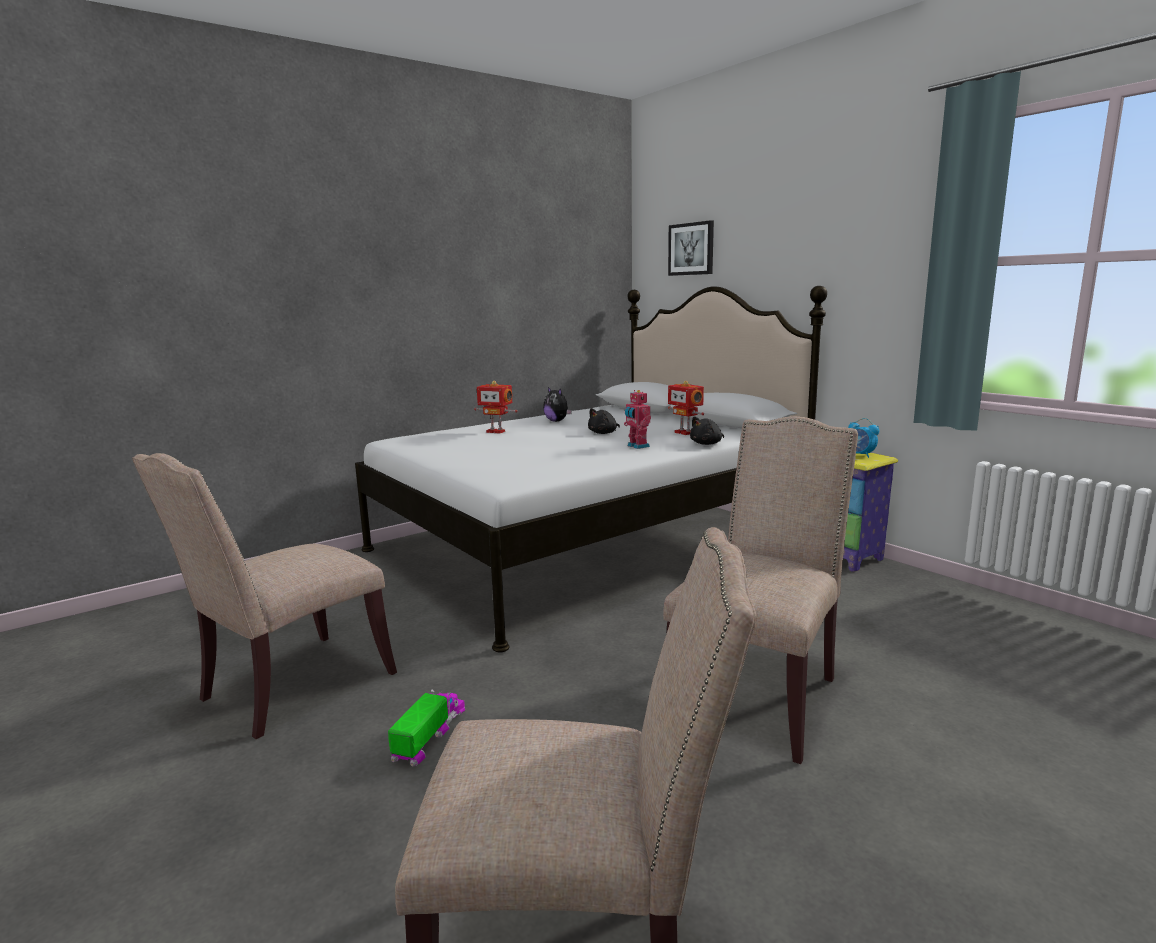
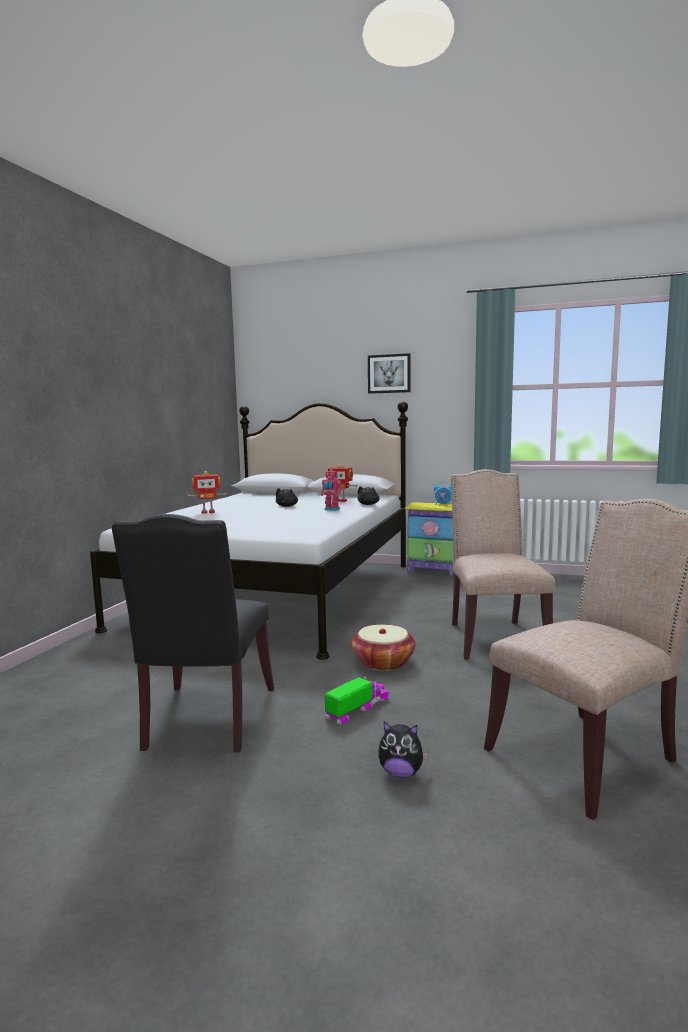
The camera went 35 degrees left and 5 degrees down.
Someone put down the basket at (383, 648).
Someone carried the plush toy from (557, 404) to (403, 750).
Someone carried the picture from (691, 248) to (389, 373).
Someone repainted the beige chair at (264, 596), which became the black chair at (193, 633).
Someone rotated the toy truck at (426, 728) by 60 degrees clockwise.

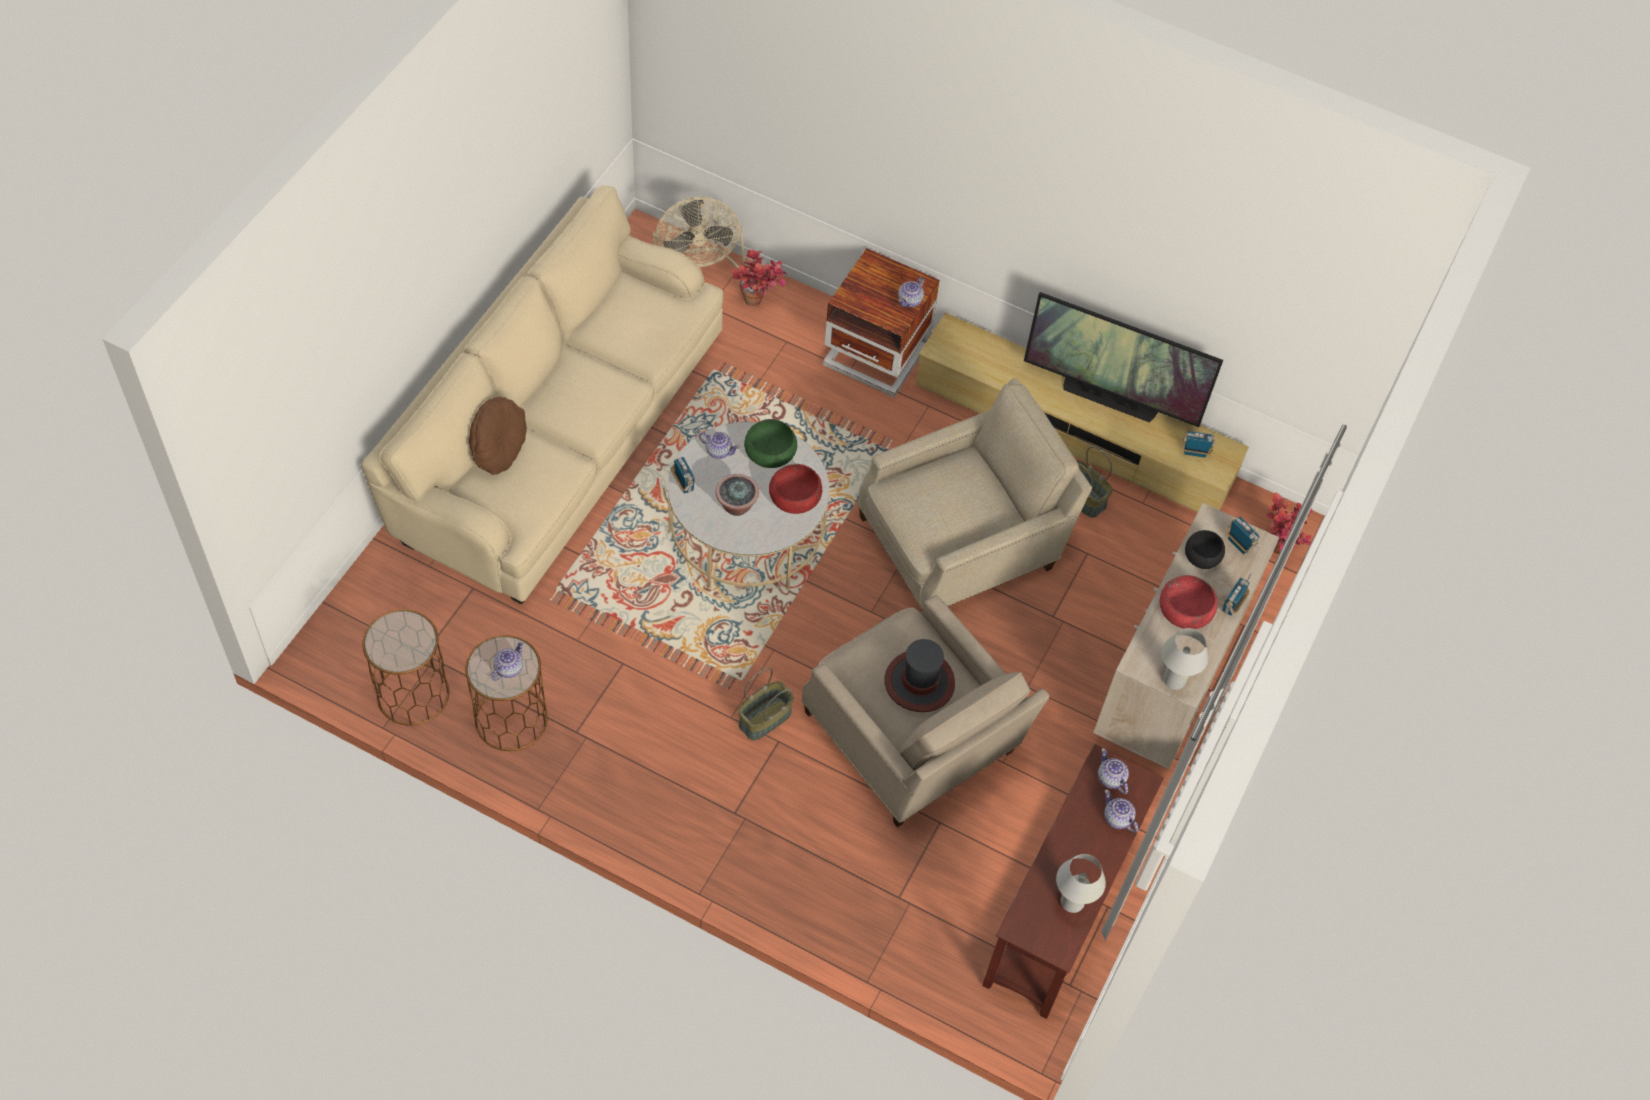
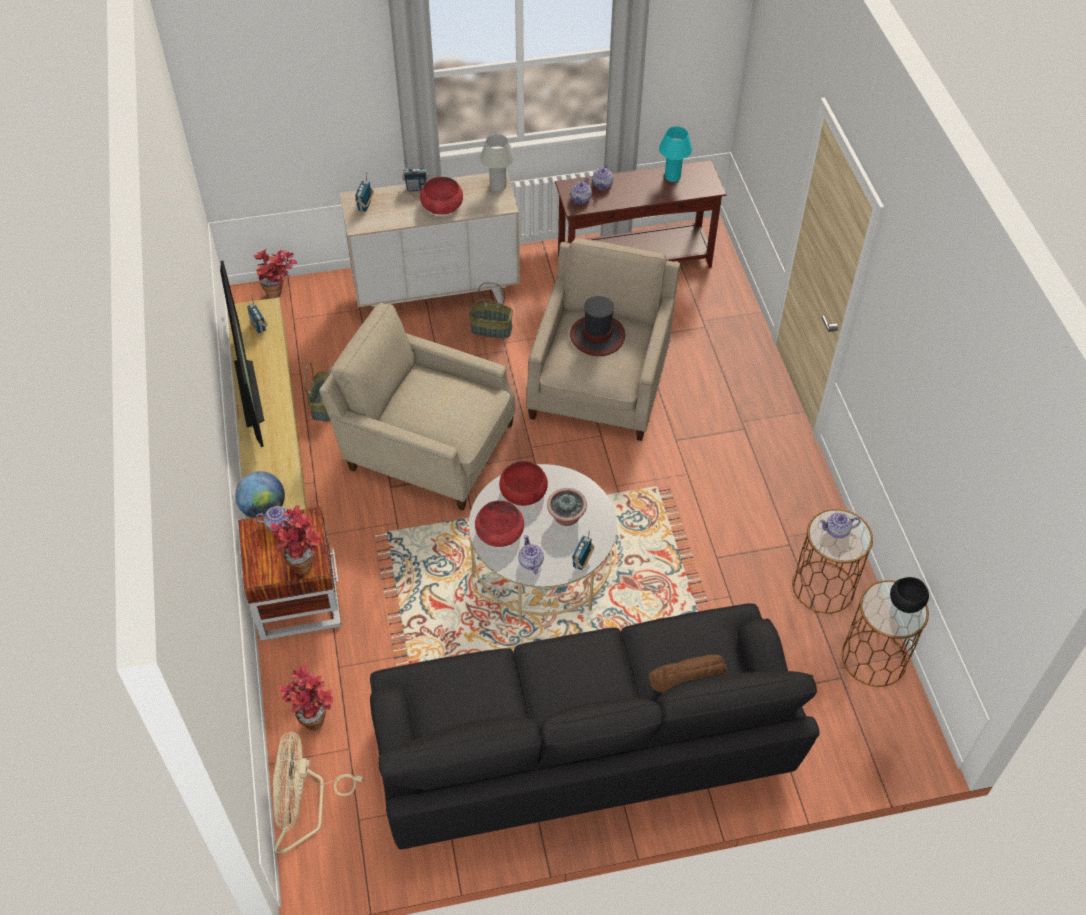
The camera went 125 degrees left and 5 degrees down.
Someone put down the globe at (260, 494).
Someone put down the potted plant at (296, 540).
Someone carried the basket from (766, 704) to (491, 310).
Someone carried the black bowl from (1205, 549) to (909, 595).
Someone repainted the beige sofa at (542, 394), which became the black sofa at (595, 726).
Someone repainted the green bowl at (770, 443), which became the red bowl at (499, 523).
Someone repainted the white table lamp at (1081, 883), which became the turquoise table lamp at (675, 154).
Someone rotated the beige fan at (699, 233) by 135 degrees counterclockwise.

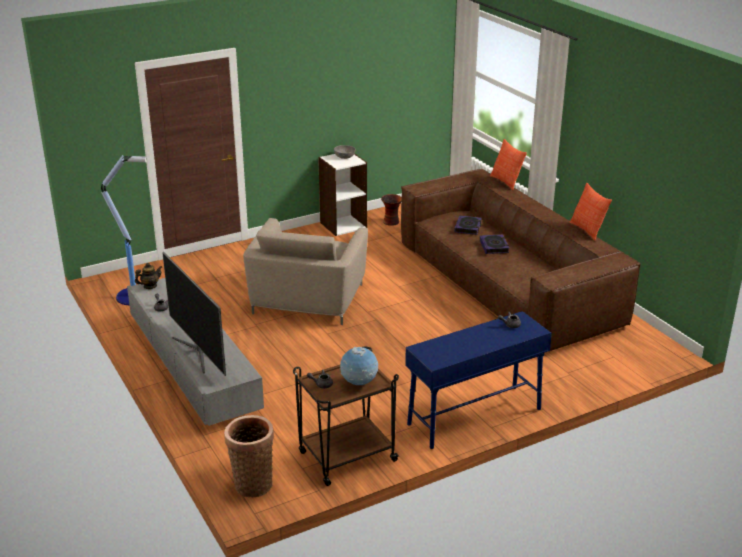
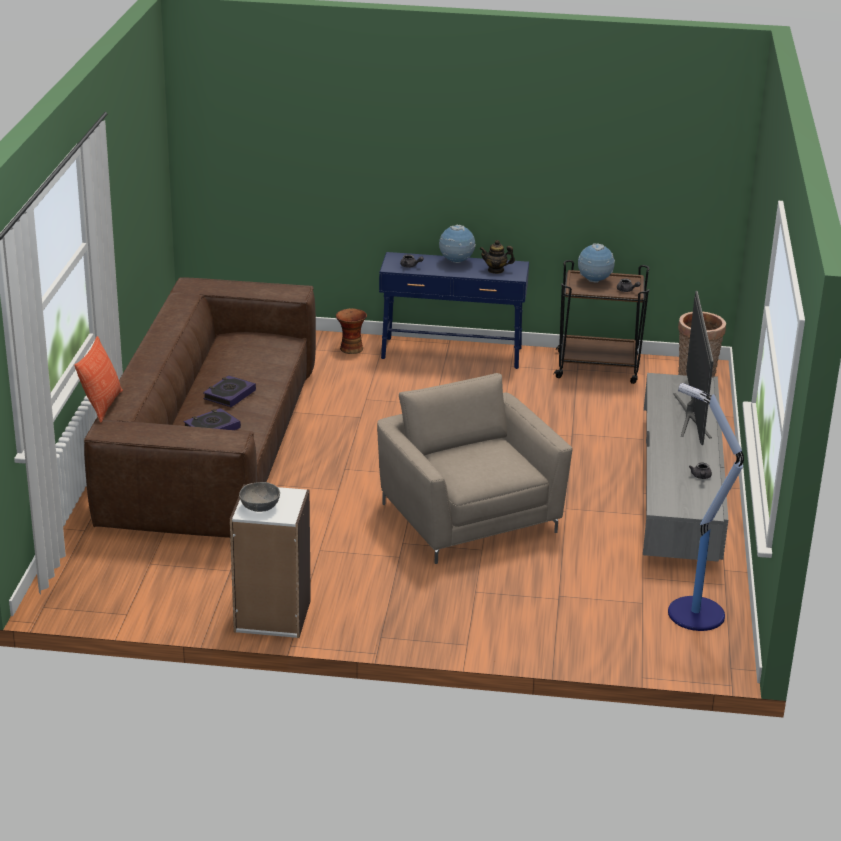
The camera went 145 degrees left and 0 degrees up.
Someone took away the orange pillow at (591, 212).
Someone put down the globe at (457, 244).
Someone carried the teapot from (148, 276) to (497, 257).
Someone carried the vase from (391, 210) to (351, 331).
Someone rotated the beige armchair at (305, 271) by 75 degrees counterclockwise.

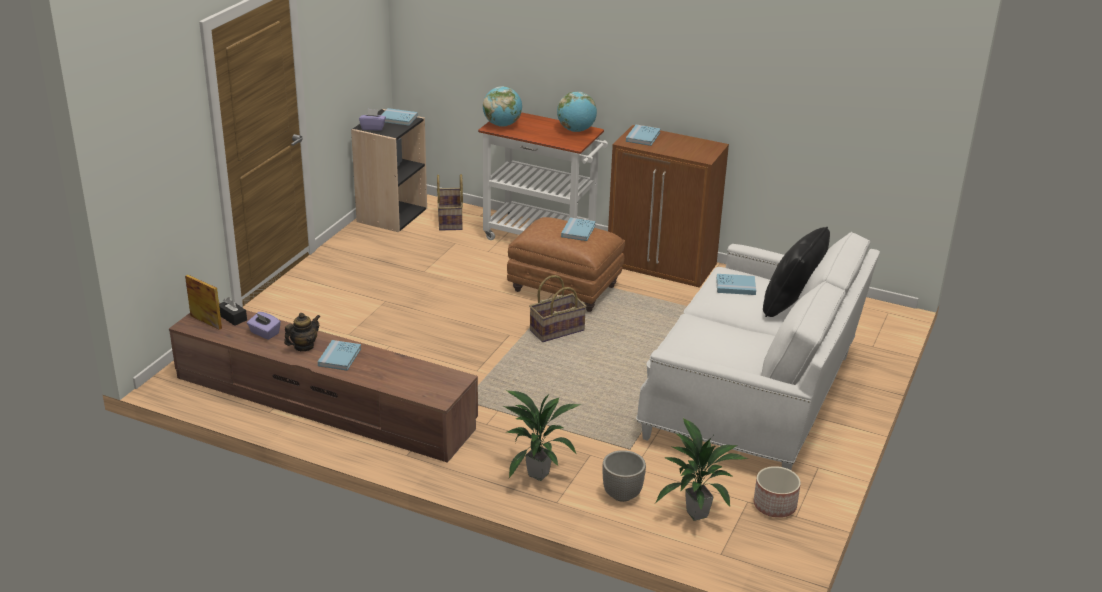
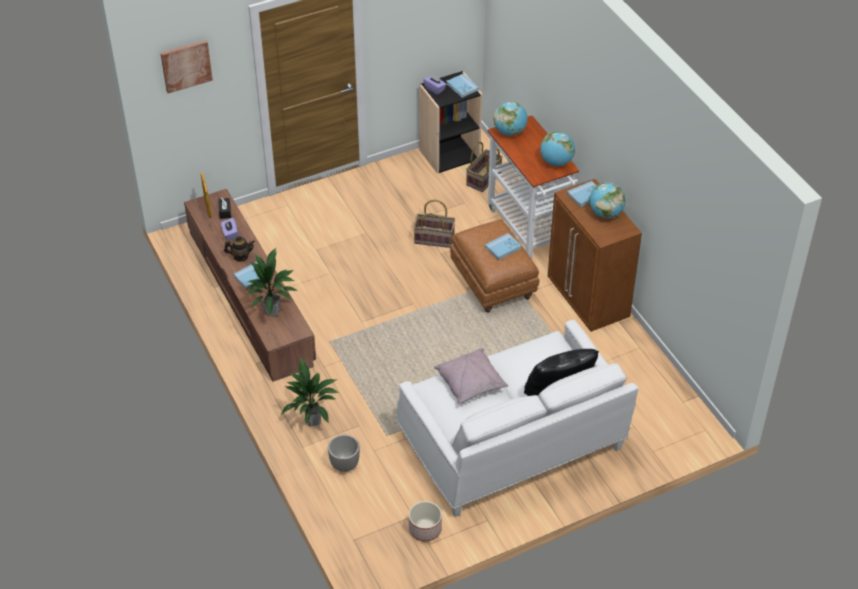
The camera went 40 degrees right and 15 degrees up.
Someone took away the blue book at (736, 284).
Someone put up the picture at (187, 66).
Someone put down the purple pillow at (471, 376).
Someone put down the globe at (607, 200).
Someone carried the basket from (558, 308) to (434, 223).
Someone carried the potted plant from (701, 469) to (271, 282).

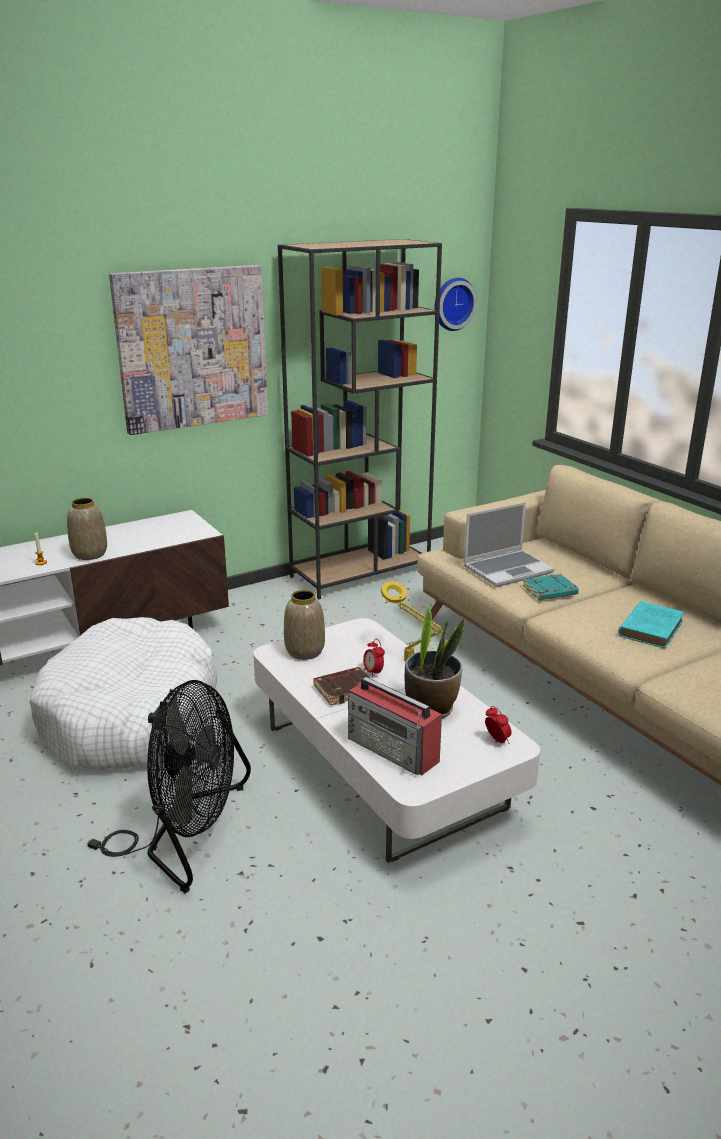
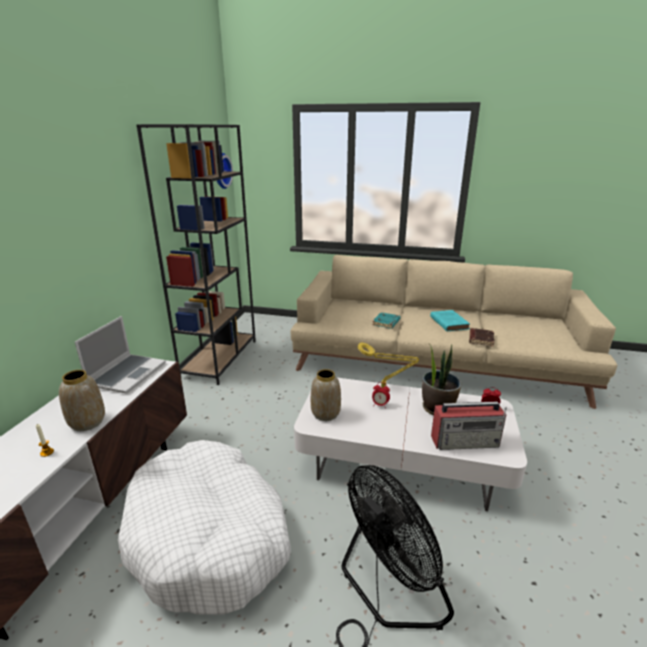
The camera went 45 degrees left and 0 degrees up.
Someone took away the picture at (188, 350).
Someone carried the brown book from (341, 686) to (482, 337).
Someone carried the laptop from (509, 544) to (120, 355).

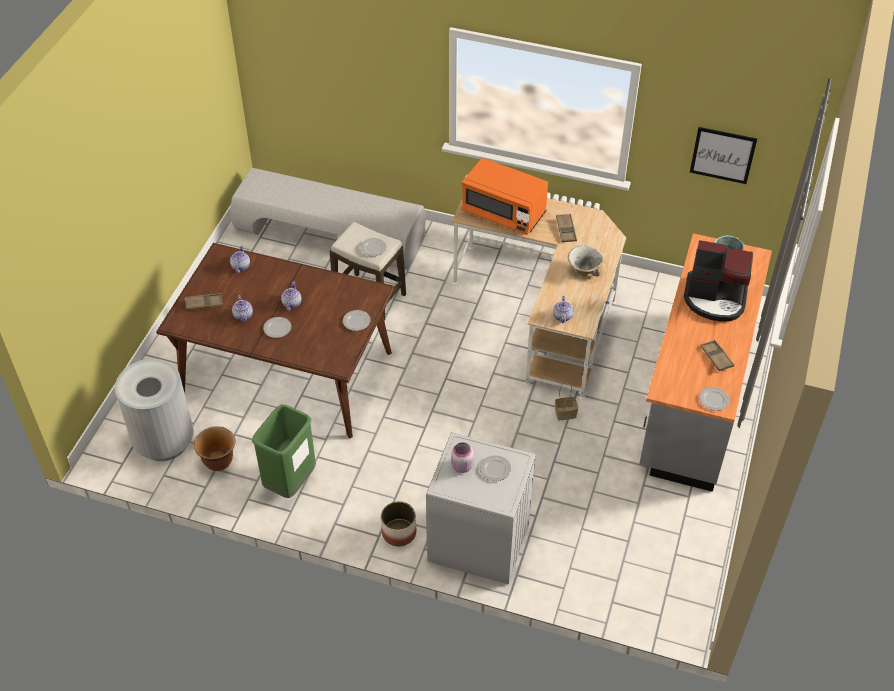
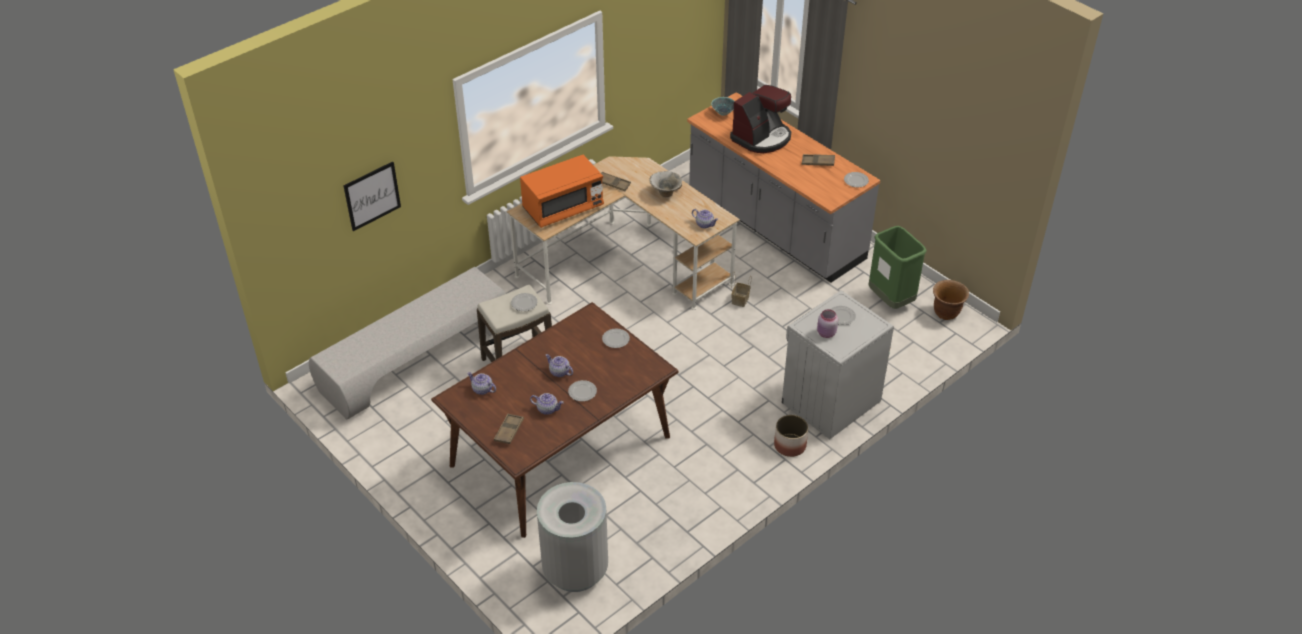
The camera went 60 degrees left and 5 degrees down.
Someone carried the brown planter from (215, 448) to (951, 300).
Someone carried the green trash can from (284, 451) to (897, 267).
Someone carried the picture from (723, 155) to (372, 196).

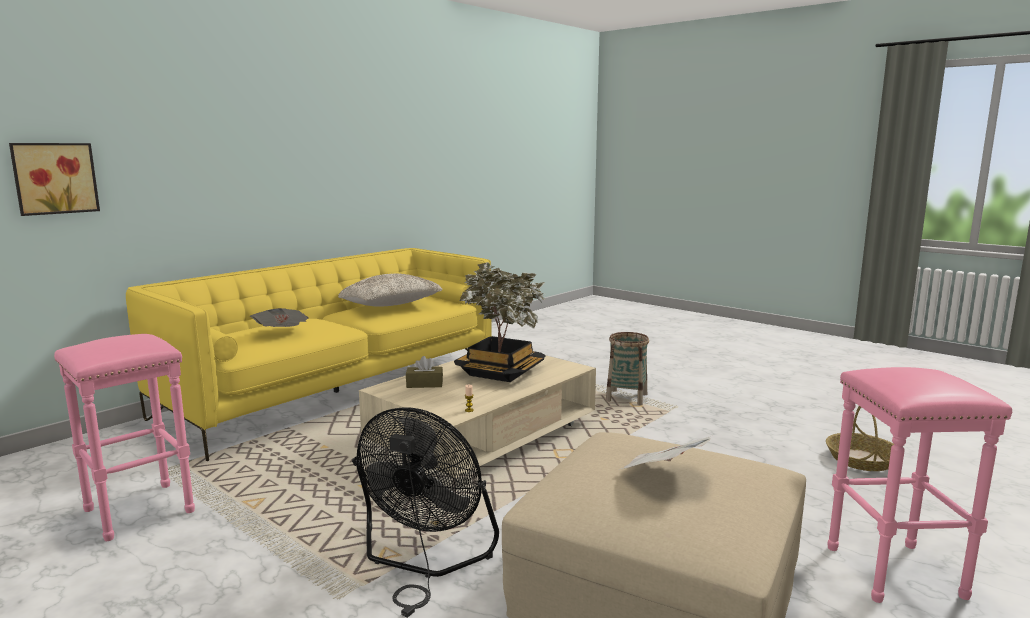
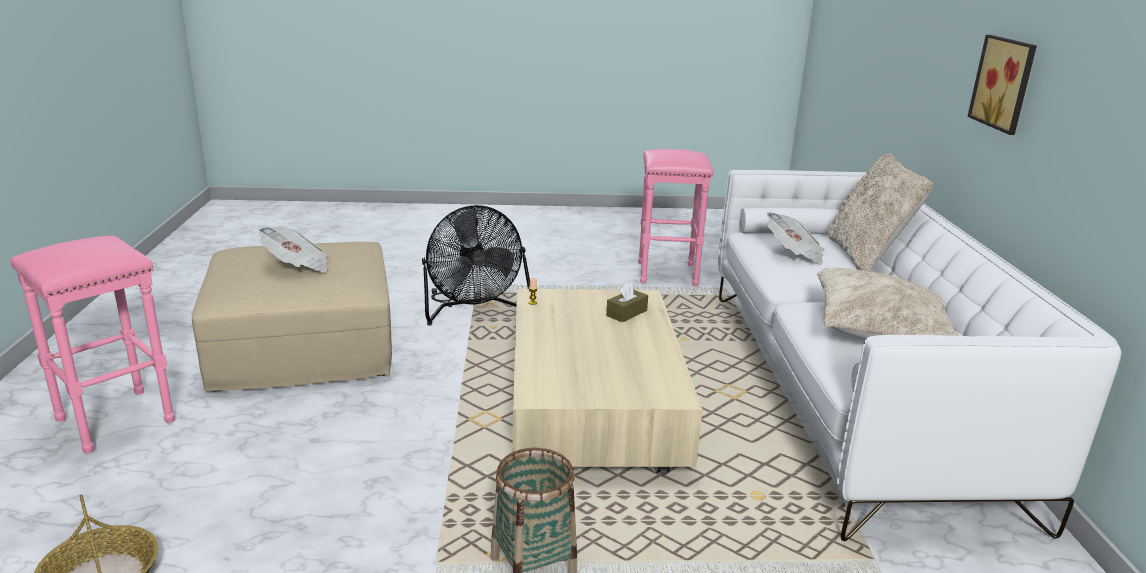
The camera went 135 degrees right and 10 degrees up.
Someone took away the potted plant at (500, 322).
Someone put down the beige pillow at (880, 212).
Someone carried the picture from (54, 179) to (1002, 85).
Someone repainted the yellow sofa at (309, 354), which became the white sofa at (919, 355).

